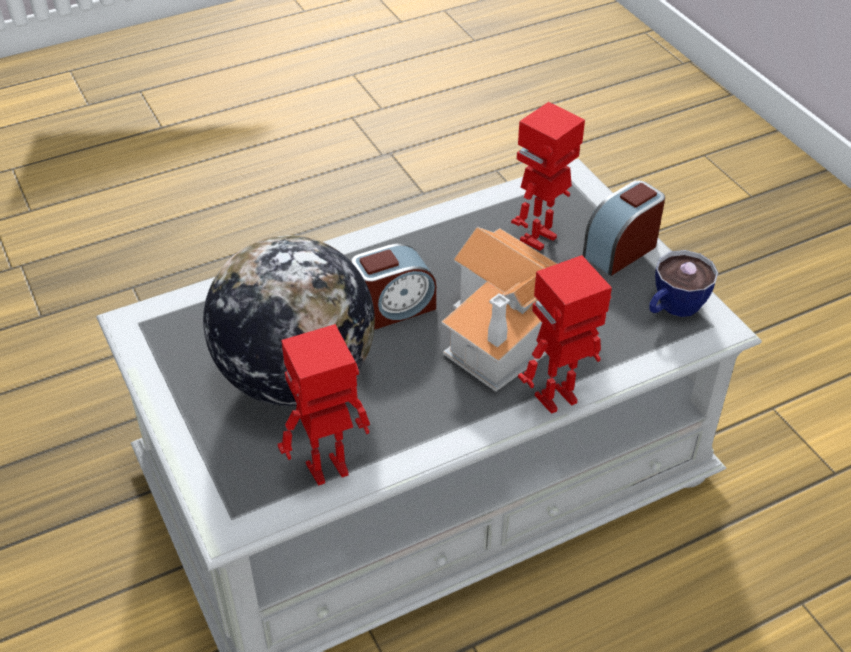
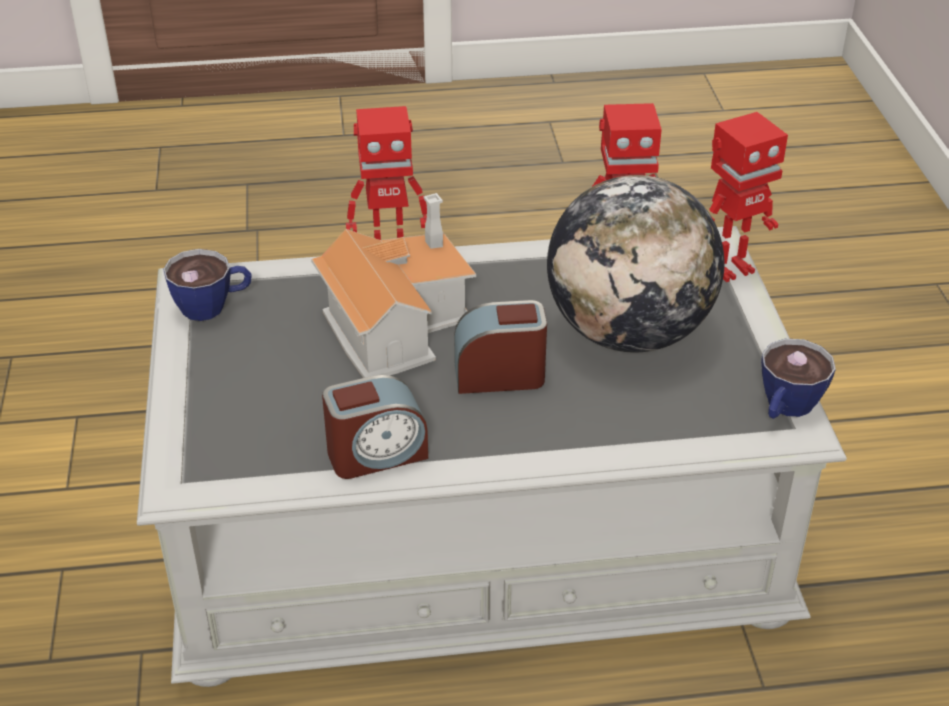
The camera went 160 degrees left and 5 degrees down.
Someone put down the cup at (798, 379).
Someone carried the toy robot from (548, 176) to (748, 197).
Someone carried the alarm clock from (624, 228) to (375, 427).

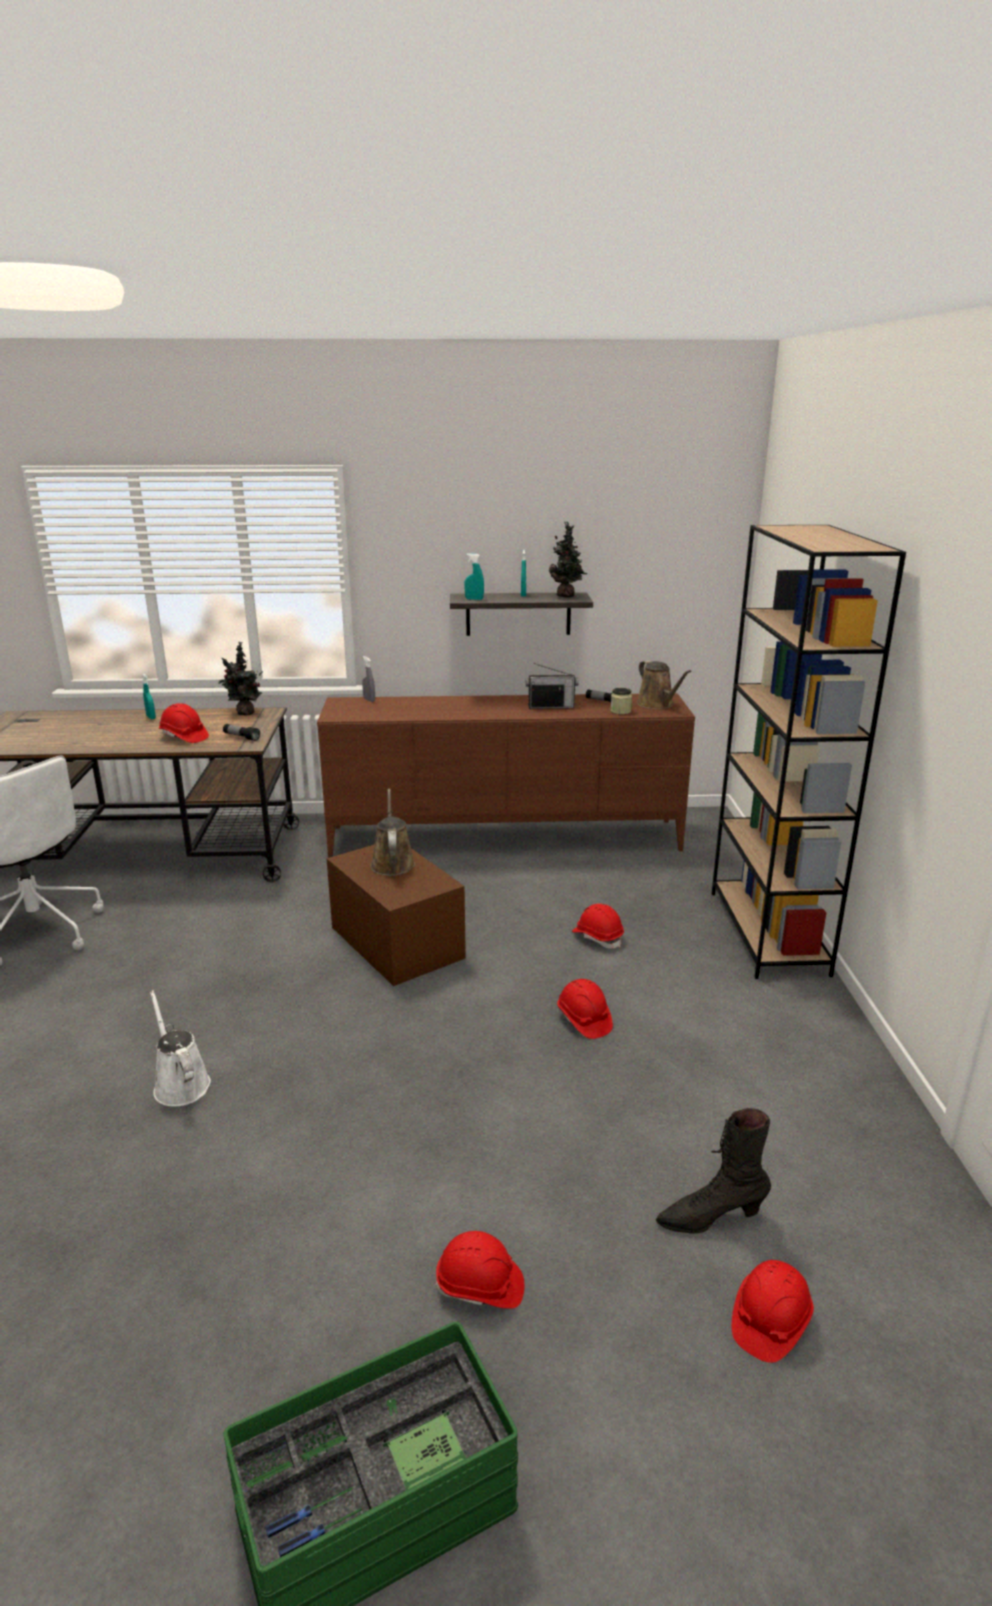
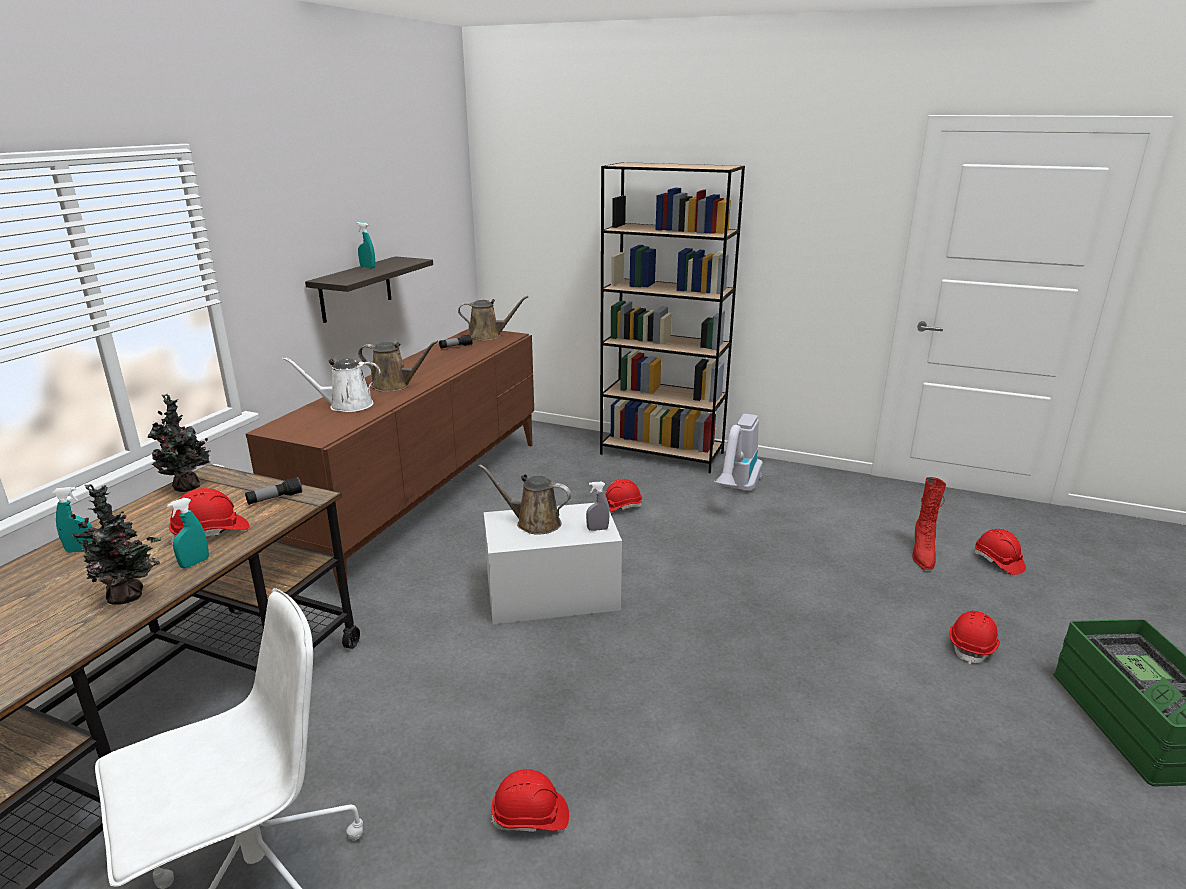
The camera went 65 degrees left and 0 degrees up.
Someone took away the radio at (552, 686).
Someone took away the jar at (621, 701).
Someone put down the brown watering can at (398, 366).
Someone put down the vacuum cleaner at (738, 453).
Someone carried the white watering can from (180, 1048) to (331, 384).
Someone carried the grey spray bottle from (368, 679) to (598, 506).
Someone carried the turquoise spray bottle from (474, 576) to (188, 533).
Someone carried the potted plant from (568, 560) to (110, 544).
Someone carried the red hard hat from (585, 1009) to (530, 800).
Someone repainted the brown storage box at (396, 915), which became the white storage box at (553, 563).
Someone repainted the black boot at (713, 1171), which became the red boot at (929, 523).

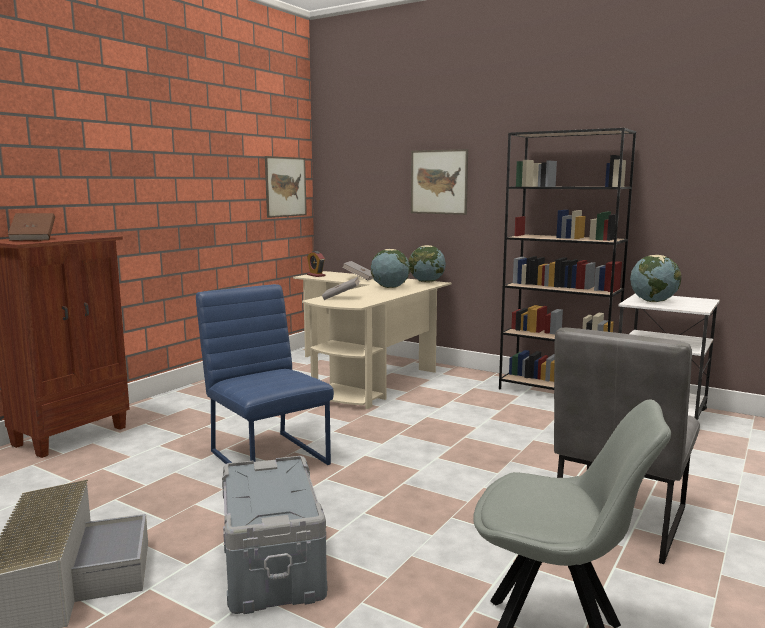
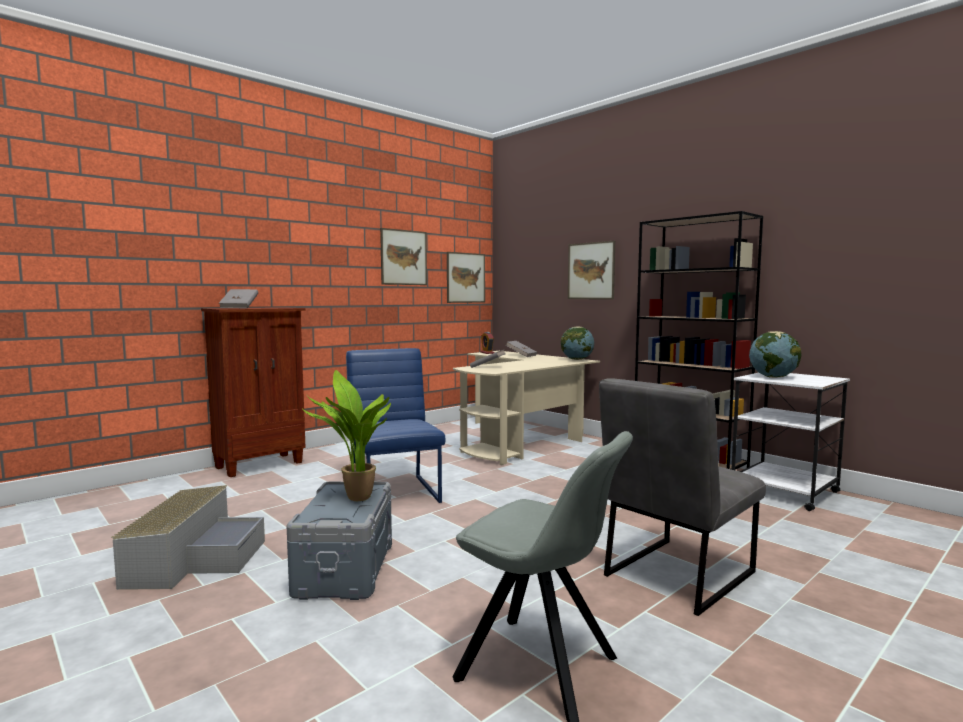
The camera went 15 degrees right and 5 degrees down.
Someone took away the globe at (390, 268).
Someone put down the potted plant at (347, 435).
Someone put up the picture at (403, 256).
Someone repainted the brown book at (31, 227), which became the grey book at (238, 298).

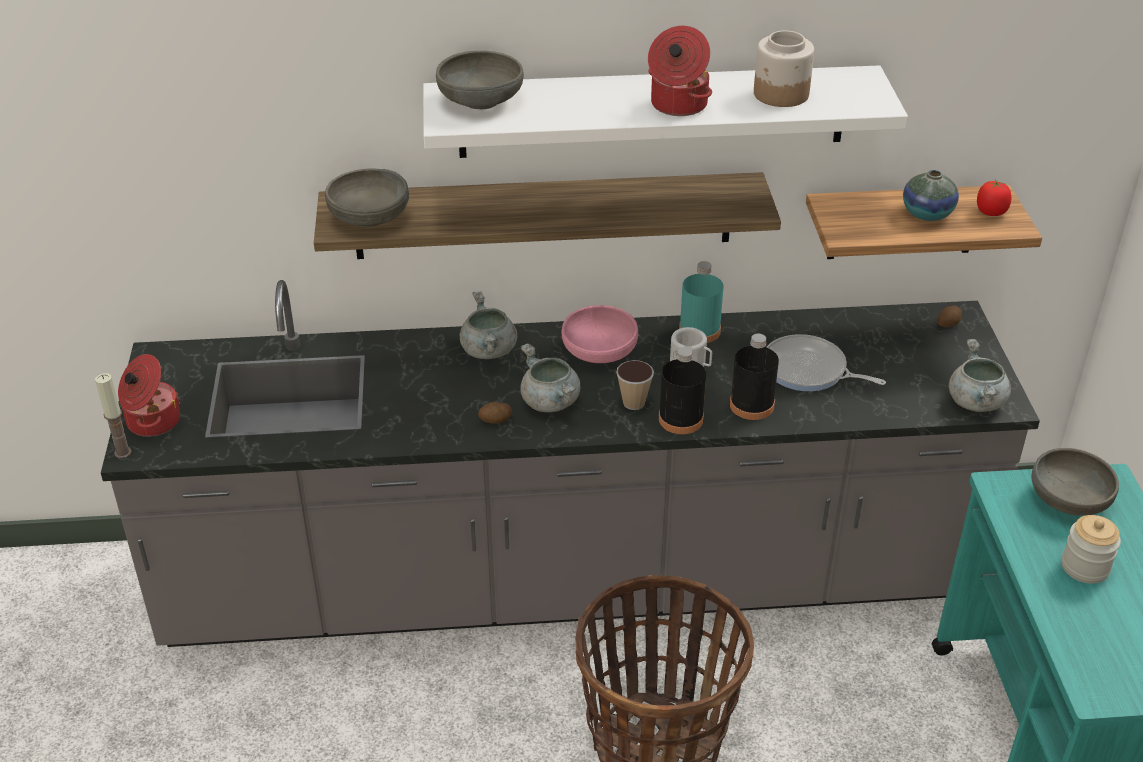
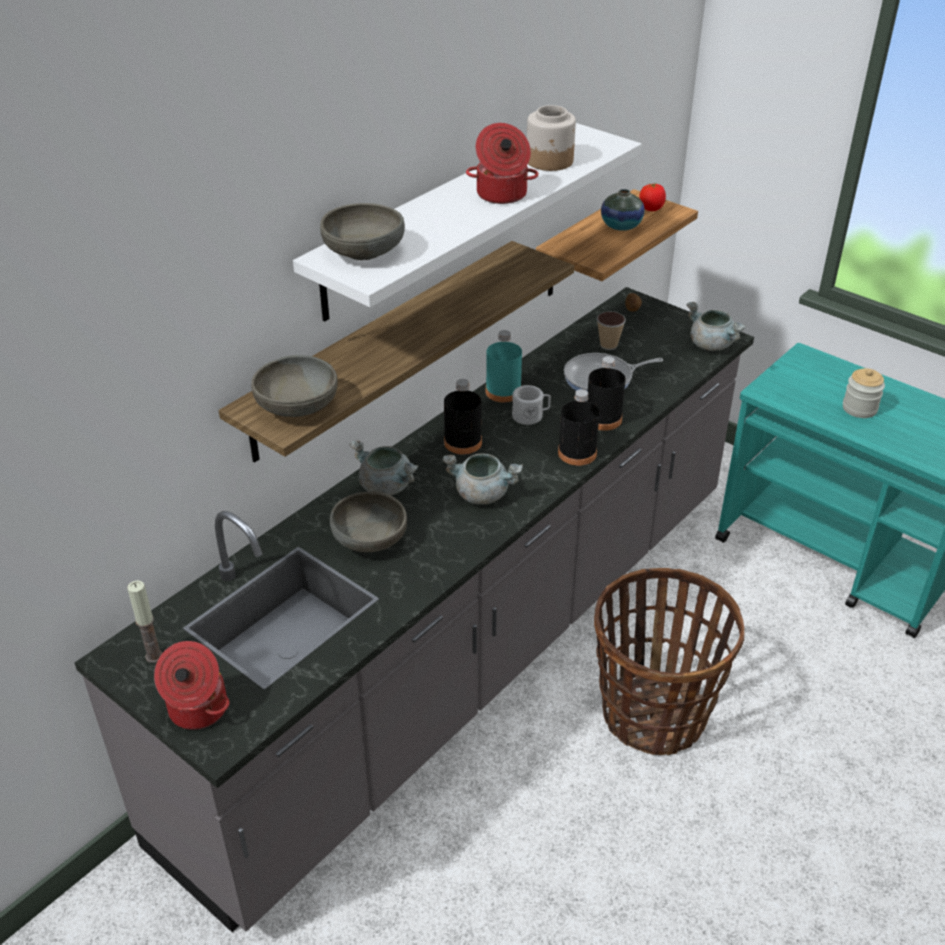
The camera went 45 degrees left and 0 degrees up.
Someone took away the potato at (495, 413).
Someone carried the candle from (113, 415) to (144, 622).
Someone carried the cup from (635, 385) to (611, 330).
Someone carried the grey bowl from (1075, 482) to (368, 522).
Someone swapped the pink bowl at (600, 334) for the black bottle at (463, 417).

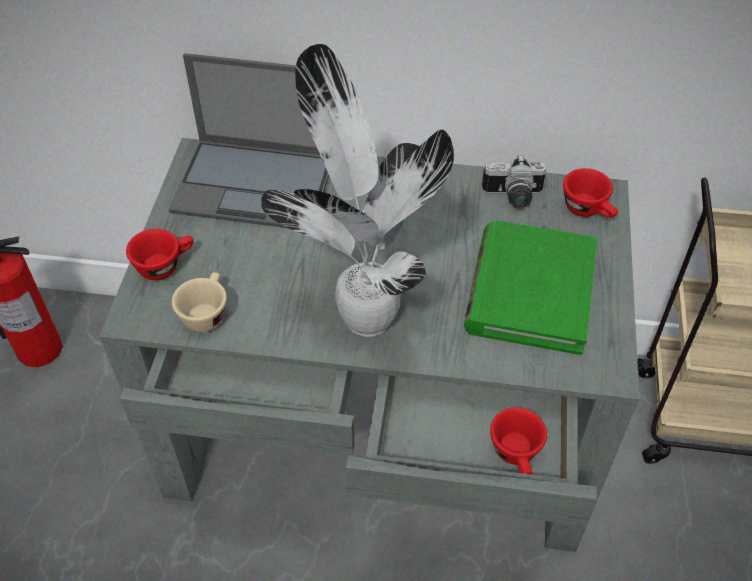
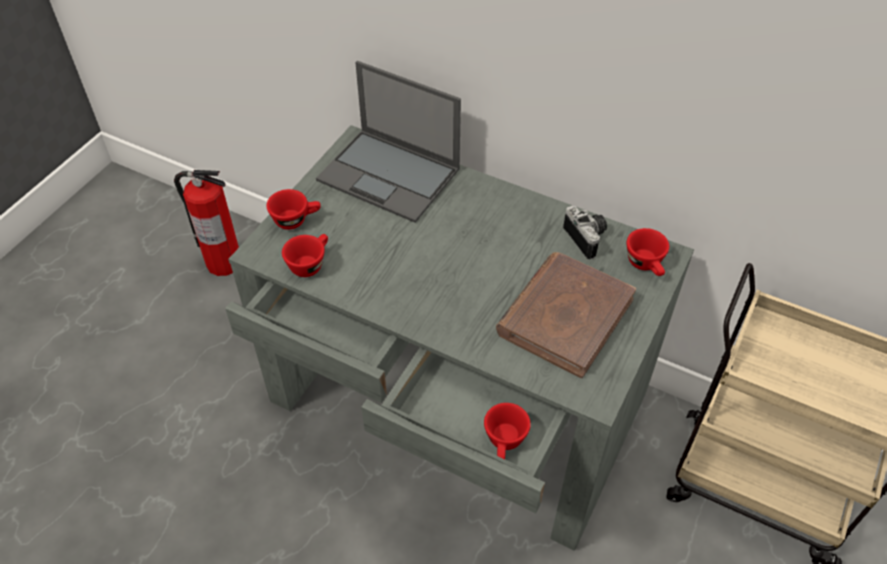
The camera went 20 degrees right and 0 degrees up.
Someone took away the potted plant at (357, 190).
Someone repainted the beige cup at (199, 302), which became the red cup at (305, 255).
Someone repainted the green book at (530, 287), which became the brown book at (566, 315).
Someone rotated the photo camera at (514, 182) by 135 degrees counterclockwise.

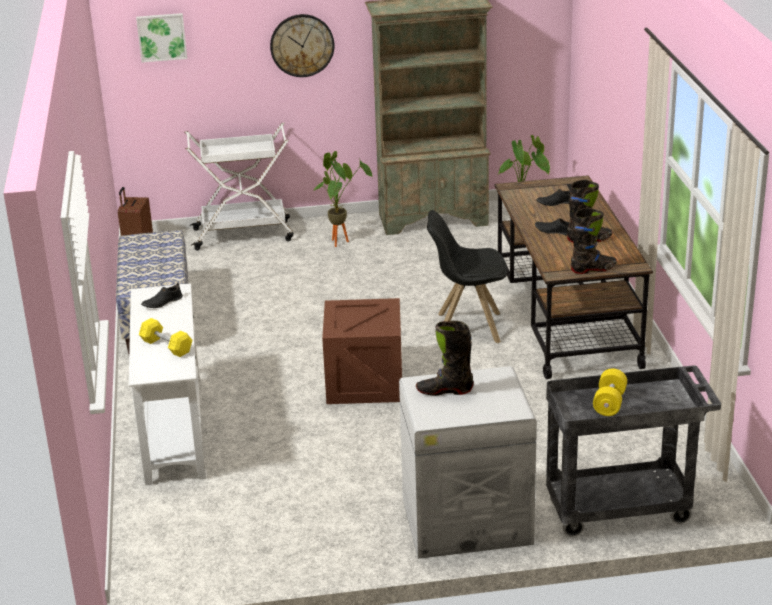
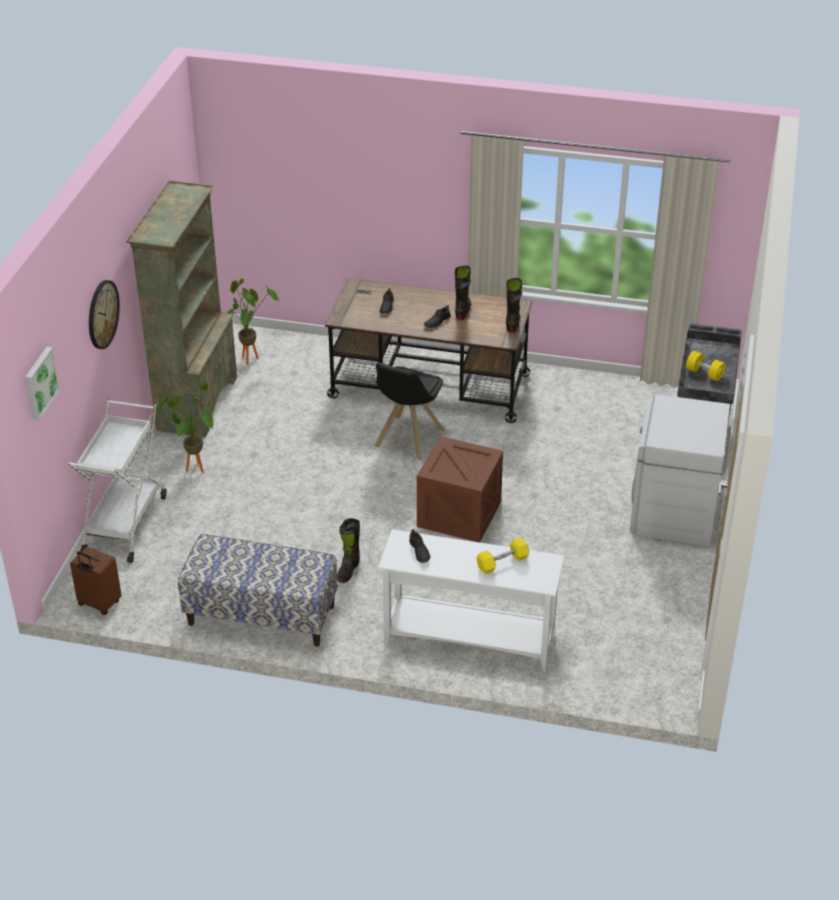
The camera went 70 degrees left and 10 degrees up.
Someone carried the black boot from (445, 358) to (348, 550).

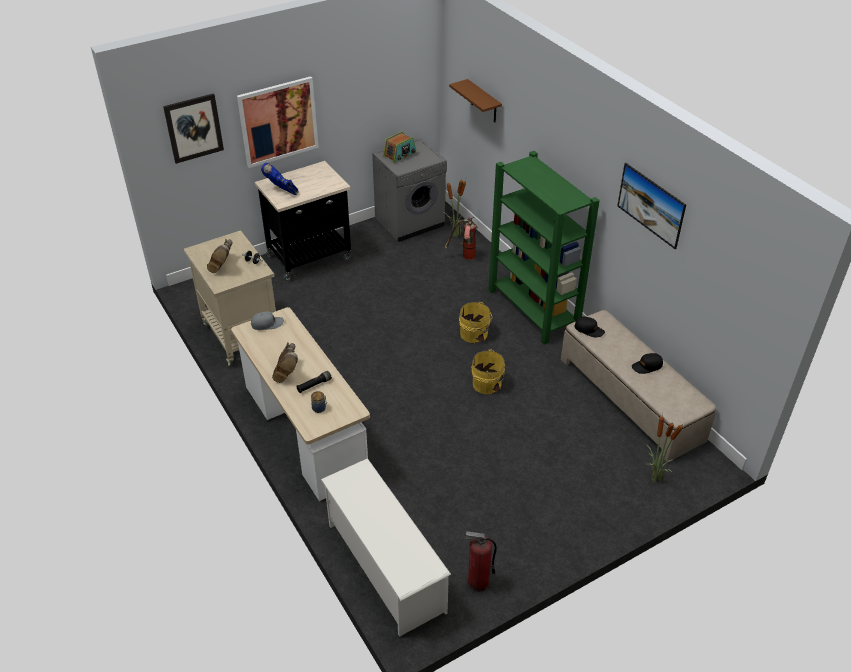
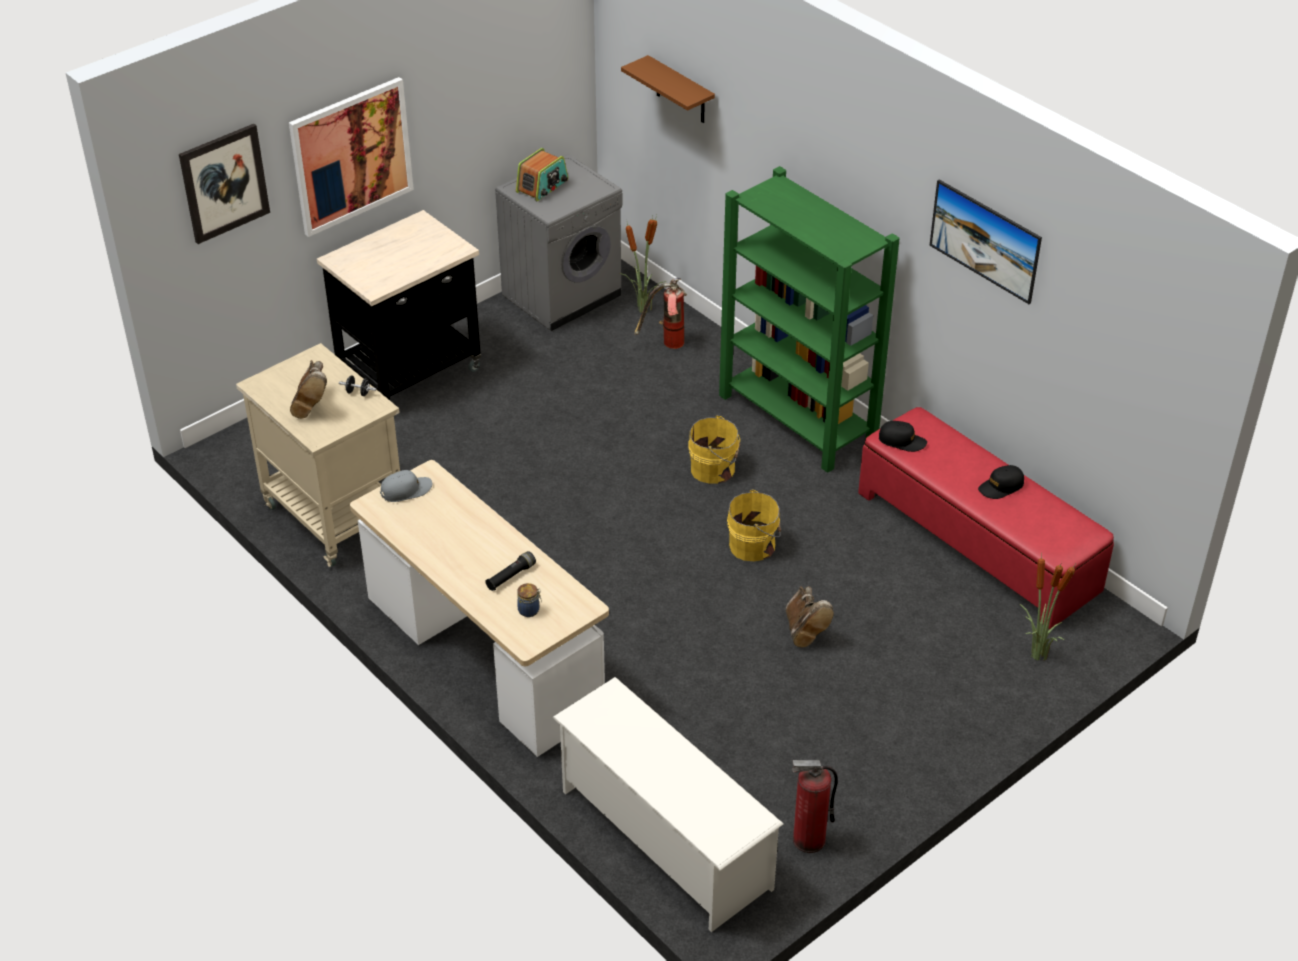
The camera went 10 degrees left and 0 degrees up.
Someone took away the blue boot at (279, 179).
Someone carried the brown boot from (285, 362) to (810, 616).
Someone repainted the beige bench at (638, 386), which became the red bench at (986, 518).

